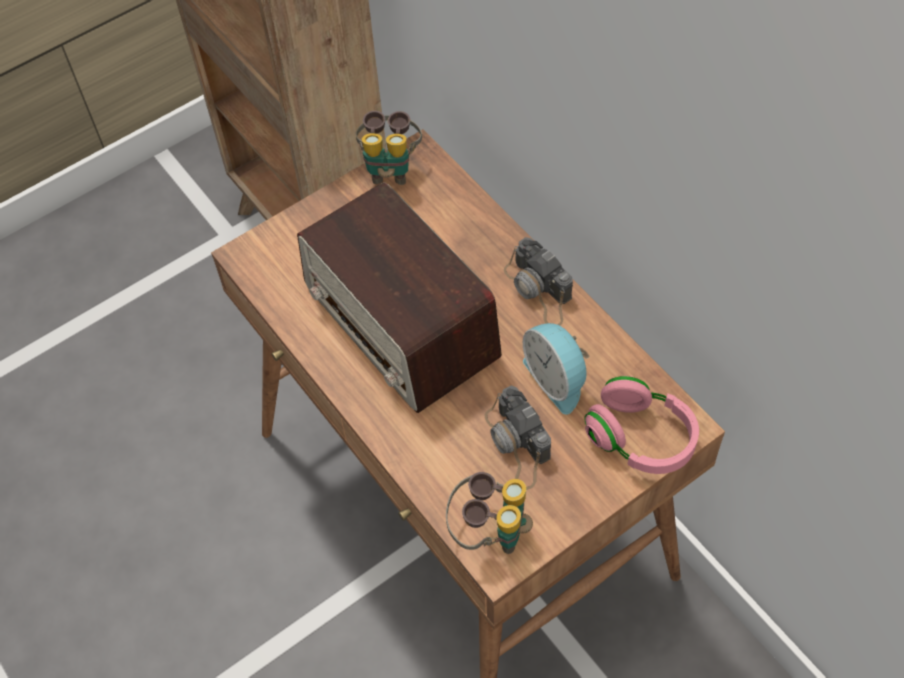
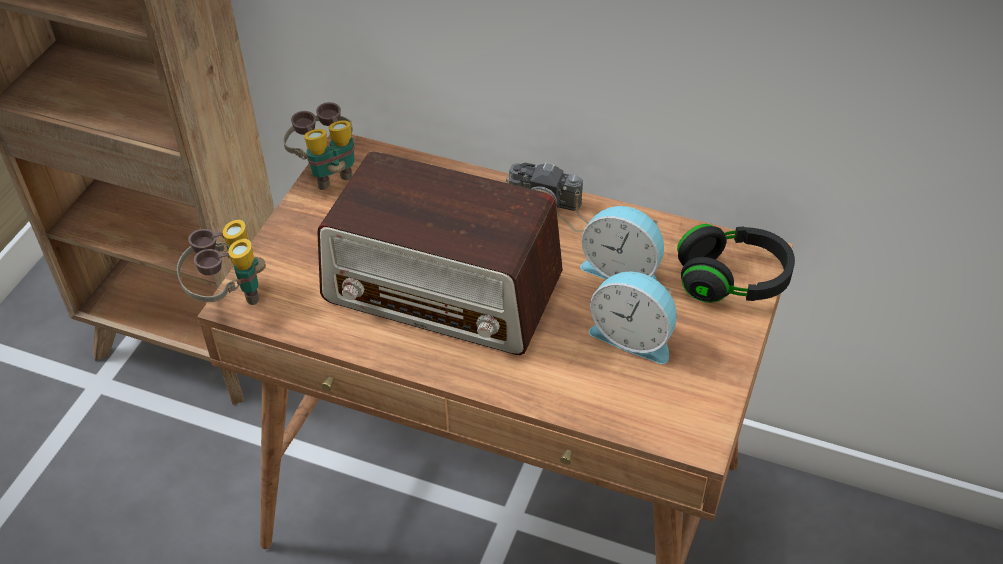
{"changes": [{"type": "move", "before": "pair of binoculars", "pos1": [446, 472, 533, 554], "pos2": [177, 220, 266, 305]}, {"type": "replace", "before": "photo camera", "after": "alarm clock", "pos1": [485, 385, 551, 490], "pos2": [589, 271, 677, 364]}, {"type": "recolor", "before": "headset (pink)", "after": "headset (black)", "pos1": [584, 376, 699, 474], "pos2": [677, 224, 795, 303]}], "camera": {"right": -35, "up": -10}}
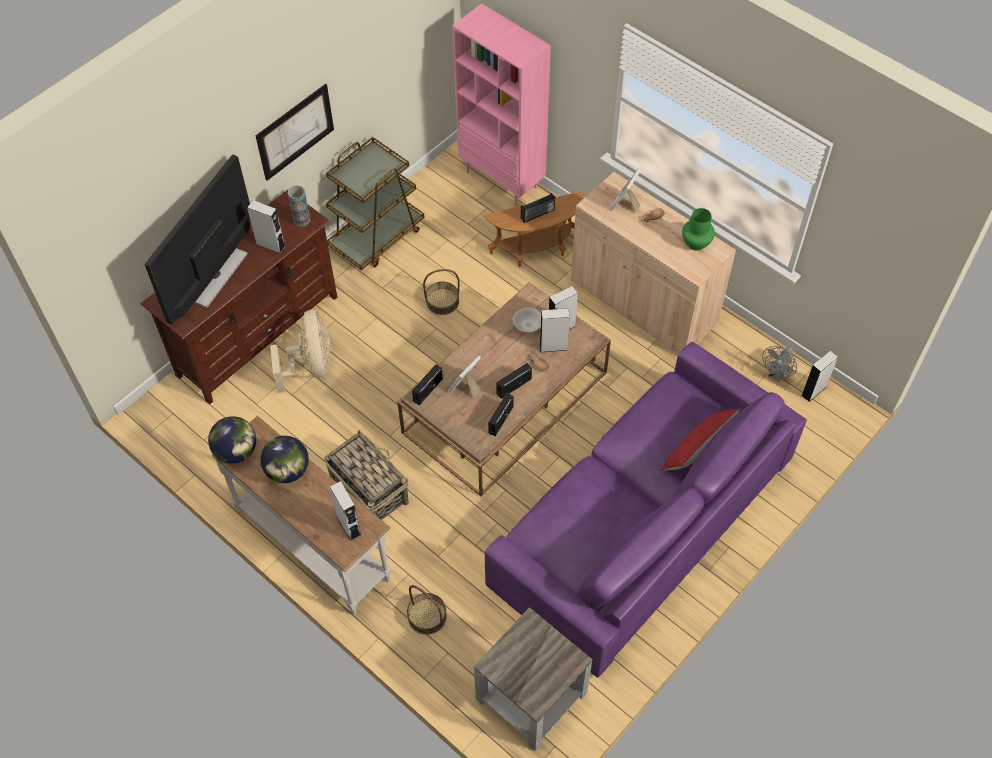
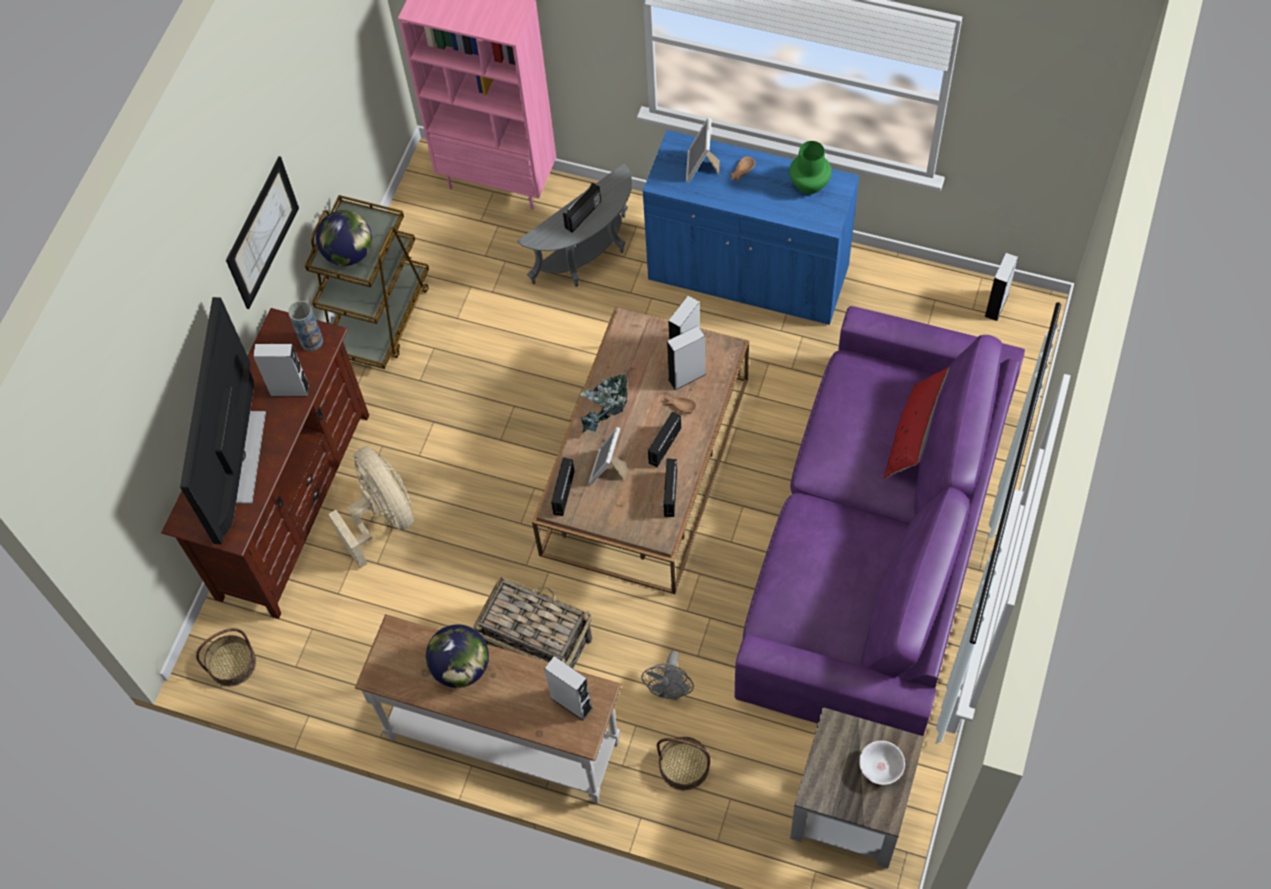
{"changes": [{"type": "move", "before": "basket", "pos1": [423, 269, 460, 315], "pos2": [196, 628, 256, 686]}, {"type": "move", "before": "world globe", "pos1": [208, 416, 256, 464], "pos2": [316, 210, 372, 266]}, {"type": "recolor", "before": "end table (brownish)", "after": "end table (gray)", "pos1": [484, 191, 585, 267], "pos2": [517, 163, 632, 287]}, {"type": "insert", "after": "plant in a pot", "pos2": [580, 375, 628, 433]}, {"type": "move", "before": "cooling fan (gray)", "pos1": [762, 346, 797, 382], "pos2": [641, 651, 694, 700]}, {"type": "recolor", "before": "storage cabinet (sand-coloured)", "after": "storage cabinet (blue-coloured)", "pos1": [571, 172, 736, 354], "pos2": [643, 130, 859, 325]}, {"type": "move", "before": "serving bowl (white-coloured)", "pos1": [513, 308, 541, 332], "pos2": [859, 741, 905, 785]}], "camera": {"right": -20, "up": 5}}
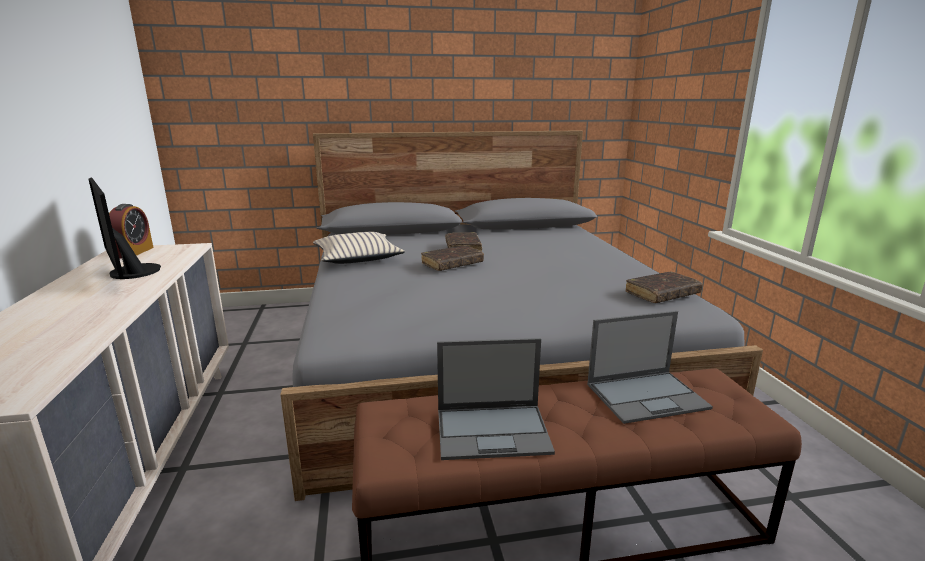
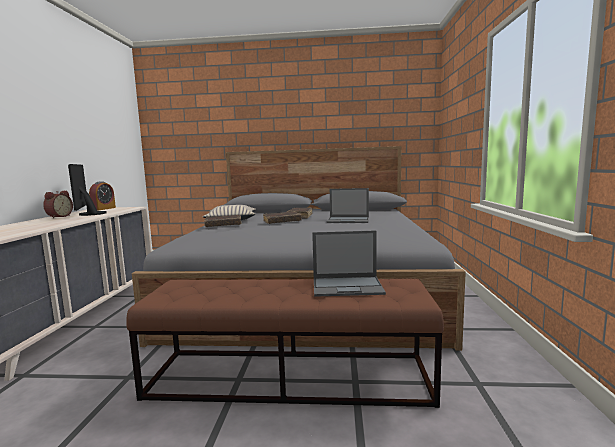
{"changes": [{"type": "insert", "after": "alarm clock", "pos2": [43, 191, 73, 218]}, {"type": "move", "before": "bound book (brownish)", "pos1": [625, 272, 703, 303], "pos2": [204, 215, 241, 227]}, {"type": "move", "before": "portable computer", "pos1": [437, 338, 555, 460], "pos2": [327, 188, 369, 223]}], "camera": {"right": 15, "up": -10}}
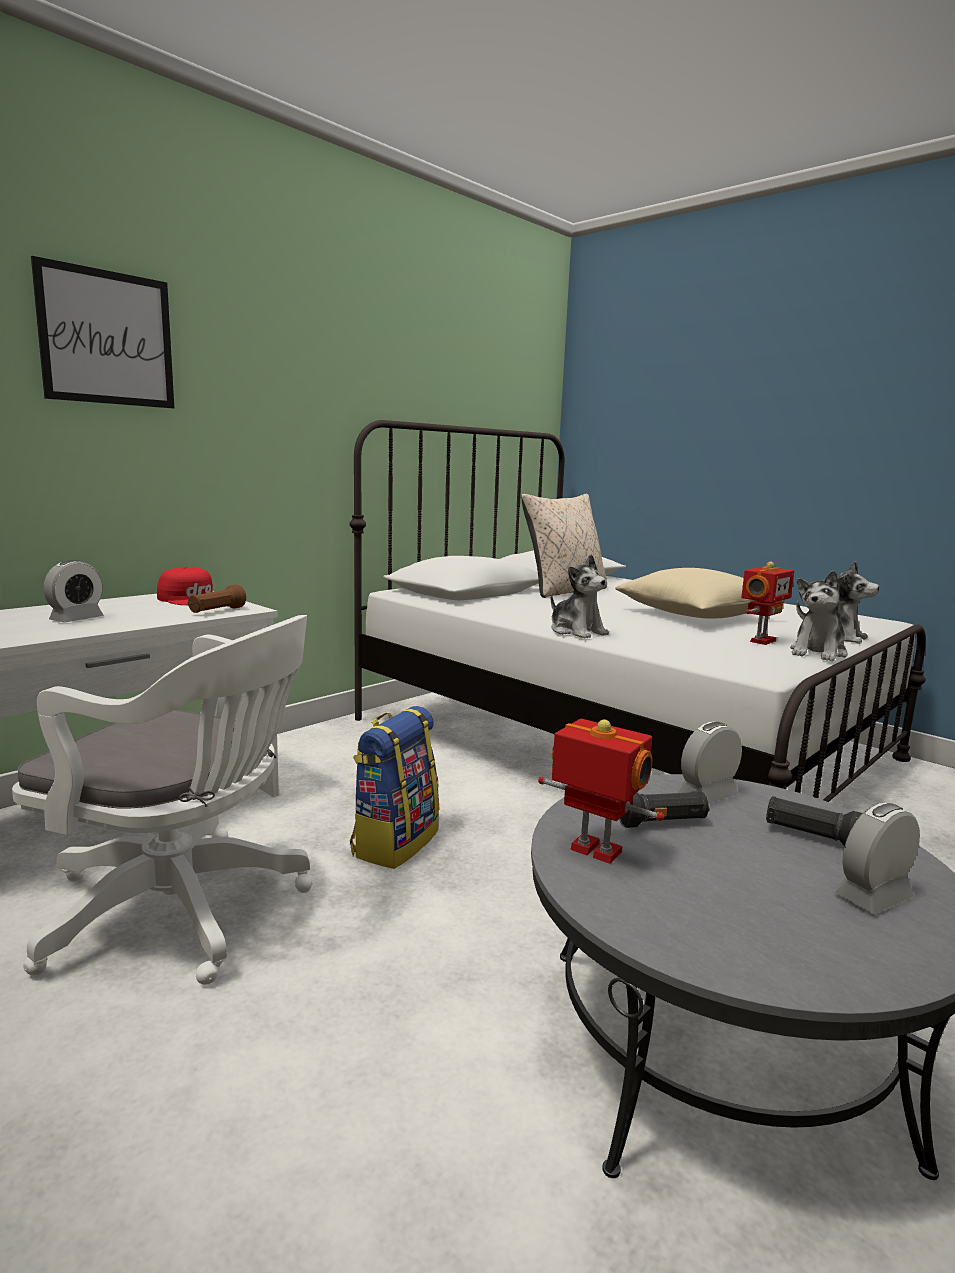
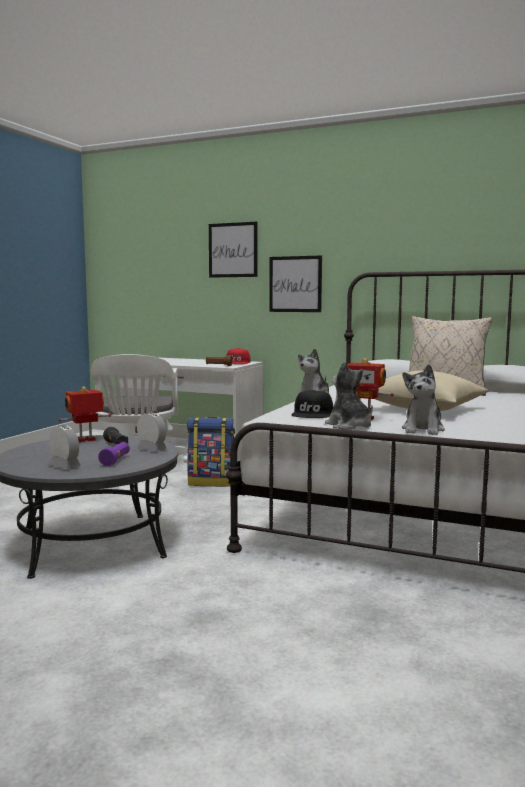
{"changes": [{"type": "rotate", "before": "model robot", "pos1": [538, 718, 664, 864], "pos2": [58, 386, 111, 442], "turn": -135}, {"type": "recolor", "before": "flashlight (black)", "after": "flashlight (purplish)", "pos1": [766, 796, 862, 846], "pos2": [98, 442, 130, 466]}, {"type": "insert", "after": "wall picture", "pos2": [269, 255, 322, 312]}, {"type": "insert", "after": "baseball cap (black)", "pos2": [291, 390, 333, 418]}, {"type": "rotate", "before": "plush toy", "pos1": [790, 571, 848, 661], "pos2": [325, 362, 373, 430], "turn": 45}, {"type": "delete", "before": "alarm clock", "pos1": [44, 560, 104, 622]}], "camera": {"right": 70, "up": -5}}
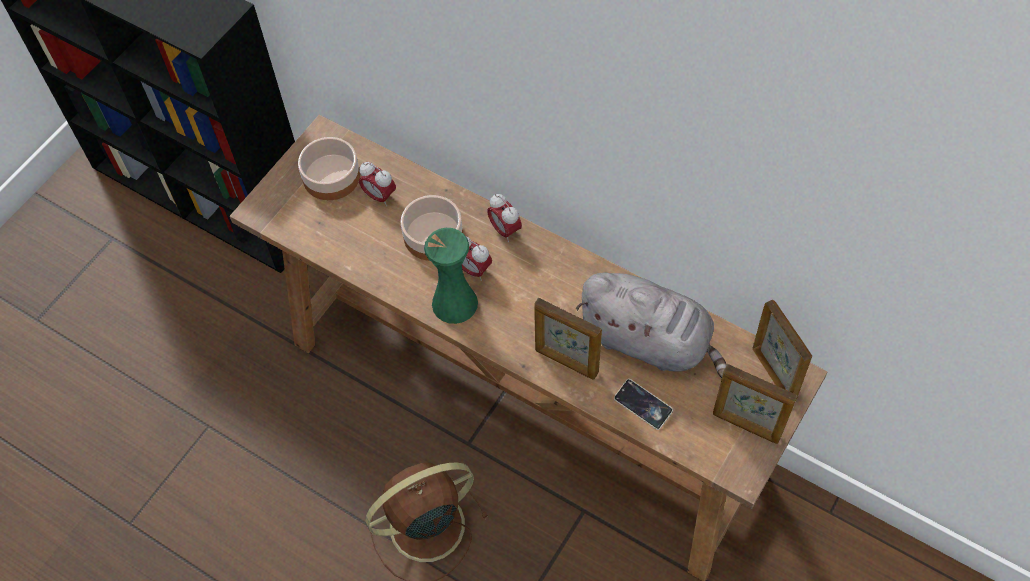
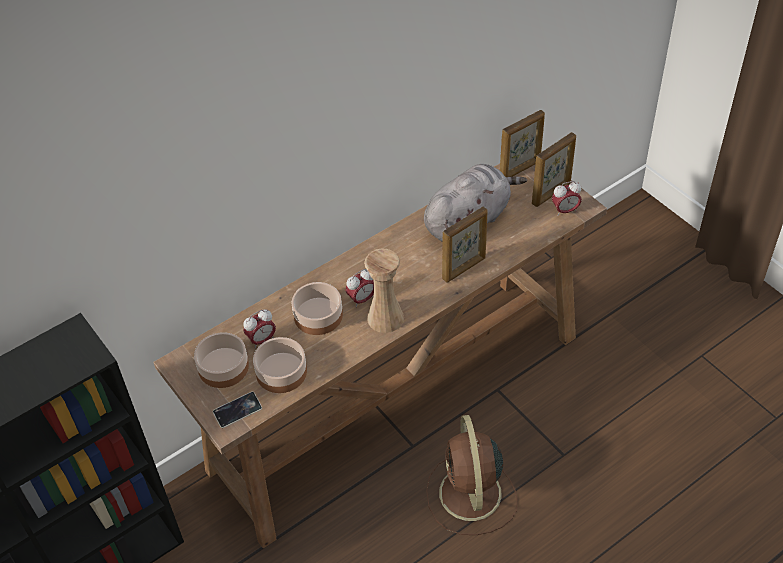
{"changes": [{"type": "move", "before": "phone", "pos1": [614, 379, 673, 430], "pos2": [213, 392, 262, 428]}, {"type": "insert", "after": "serving bowl", "pos2": [253, 337, 307, 393]}, {"type": "recolor", "before": "flower vase (green)", "after": "flower vase (sand-coloured)", "pos1": [424, 228, 478, 324], "pos2": [364, 249, 404, 333]}, {"type": "rotate", "before": "standing frame", "pos1": [752, 300, 812, 400], "pos2": [500, 110, 545, 177], "turn": 150}, {"type": "move", "before": "alarm clock", "pos1": [487, 194, 522, 242], "pos2": [552, 181, 582, 216]}], "camera": {"right": -70, "up": -10}}
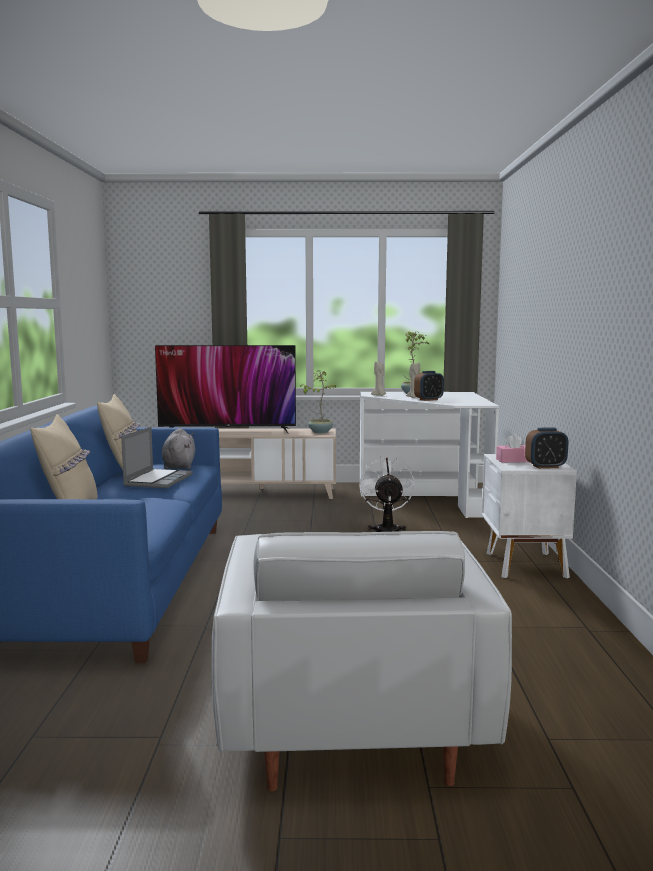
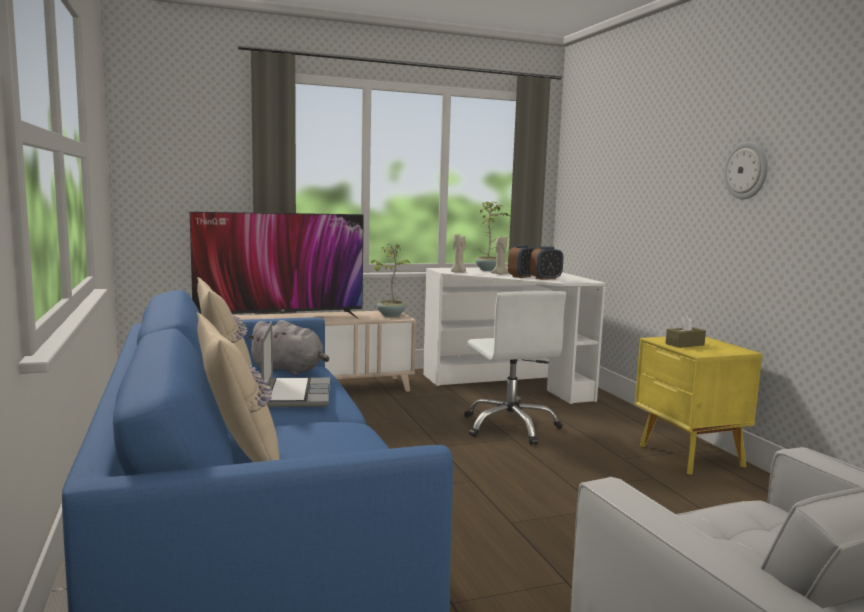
{"changes": [{"type": "rotate", "before": "plush toy (gray)", "pos1": [162, 428, 195, 469], "pos2": [246, 320, 329, 375], "turn": 135}, {"type": "replace", "before": "cooling fan (white-coloured)", "after": "computer chair (white-coloured)", "pos1": [360, 457, 415, 532], "pos2": [464, 291, 566, 445]}, {"type": "move", "before": "alarm clock", "pos1": [525, 427, 568, 469], "pos2": [530, 247, 563, 280]}, {"type": "recolor", "before": "night table (white-coloured)", "after": "night table (yellow)", "pos1": [482, 454, 577, 578], "pos2": [635, 337, 763, 475]}, {"type": "recolor", "before": "tissue box (pink)", "after": "tissue box (brownish)", "pos1": [496, 434, 528, 463], "pos2": [665, 315, 706, 348]}, {"type": "insert", "after": "wall clock", "pos2": [724, 141, 768, 199]}], "camera": {"right": -20, "up": 0}}
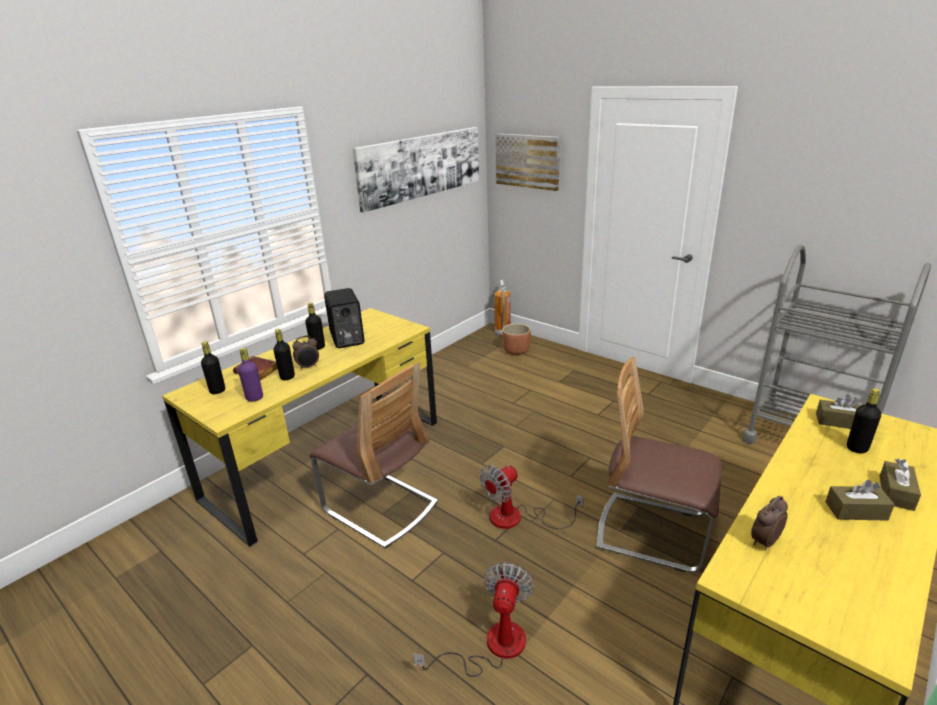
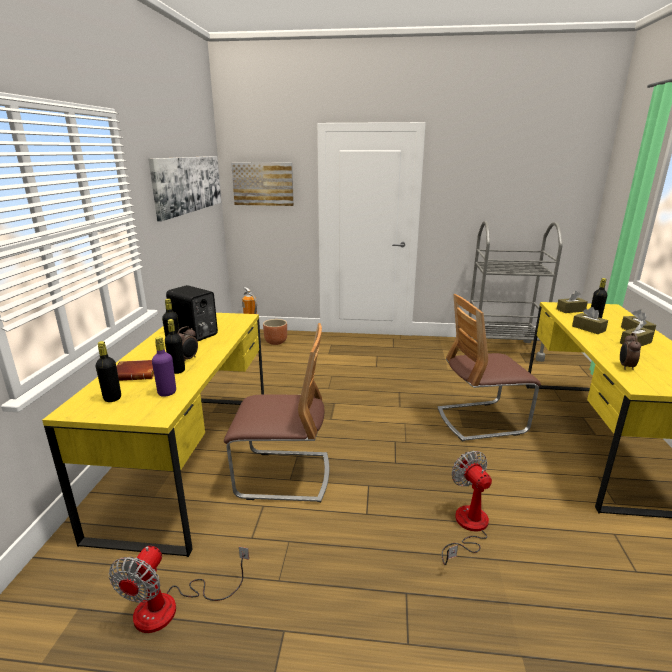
{"changes": [{"type": "move", "before": "cooling fan", "pos1": [480, 465, 584, 529], "pos2": [109, 546, 249, 633]}, {"type": "insert", "after": "tissue box (brownish)", "pos2": [572, 307, 608, 334]}], "camera": {"right": -35, "up": -5}}
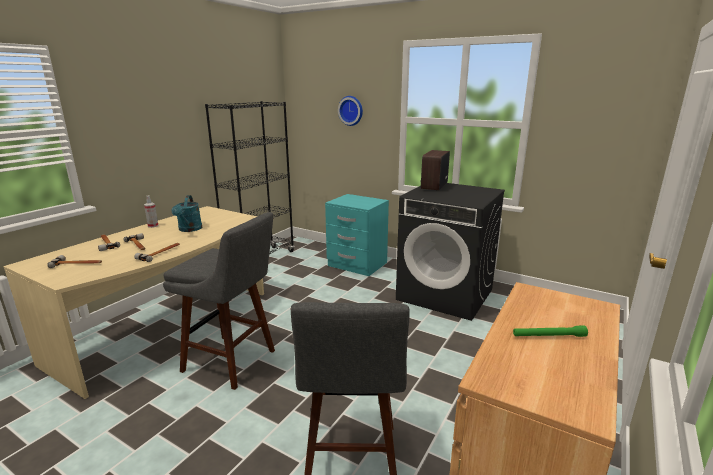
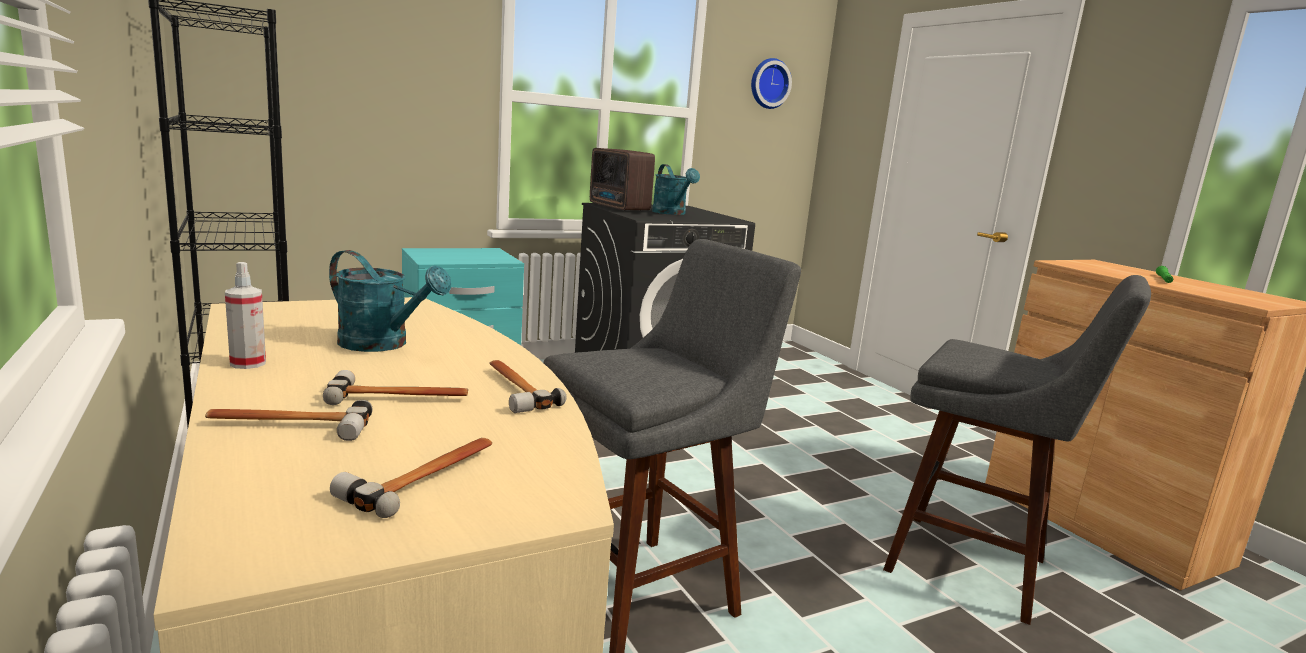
{"changes": [{"type": "insert", "after": "watering pot (turquoise)", "pos2": [652, 164, 700, 215]}, {"type": "move", "before": "wall clock", "pos1": [338, 96, 363, 126], "pos2": [751, 58, 792, 109]}], "camera": {"right": -60, "up": -5}}
